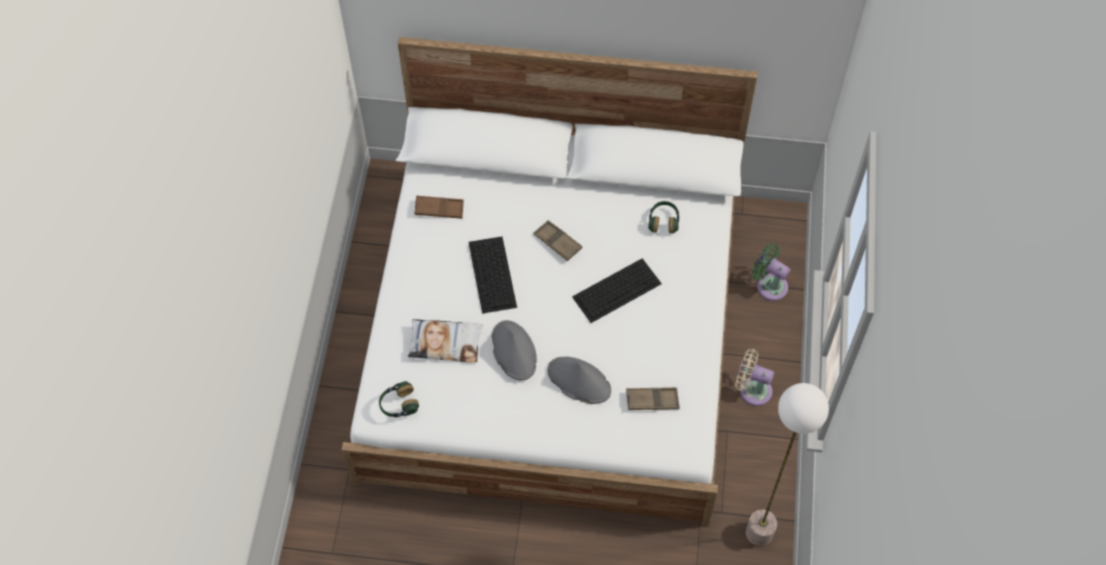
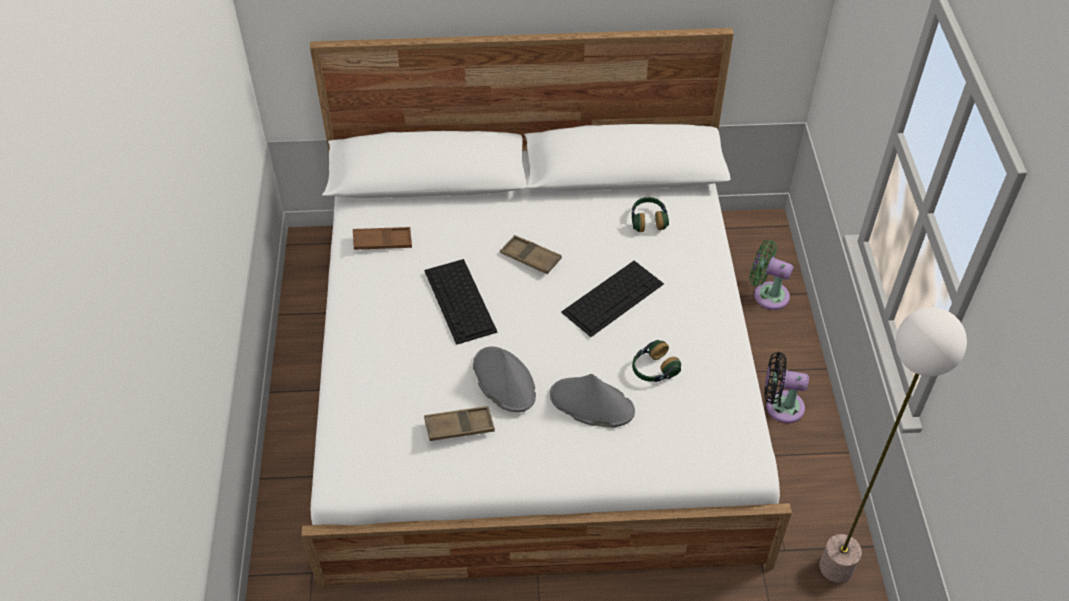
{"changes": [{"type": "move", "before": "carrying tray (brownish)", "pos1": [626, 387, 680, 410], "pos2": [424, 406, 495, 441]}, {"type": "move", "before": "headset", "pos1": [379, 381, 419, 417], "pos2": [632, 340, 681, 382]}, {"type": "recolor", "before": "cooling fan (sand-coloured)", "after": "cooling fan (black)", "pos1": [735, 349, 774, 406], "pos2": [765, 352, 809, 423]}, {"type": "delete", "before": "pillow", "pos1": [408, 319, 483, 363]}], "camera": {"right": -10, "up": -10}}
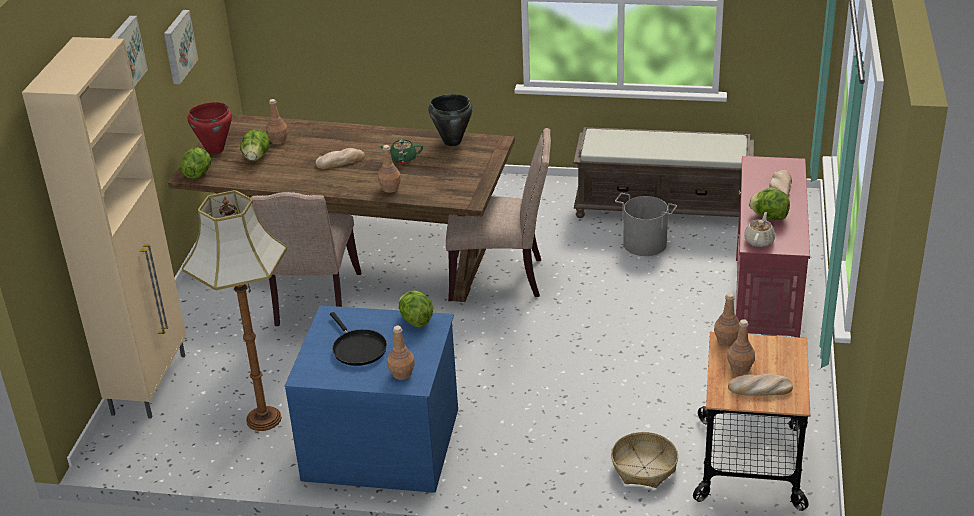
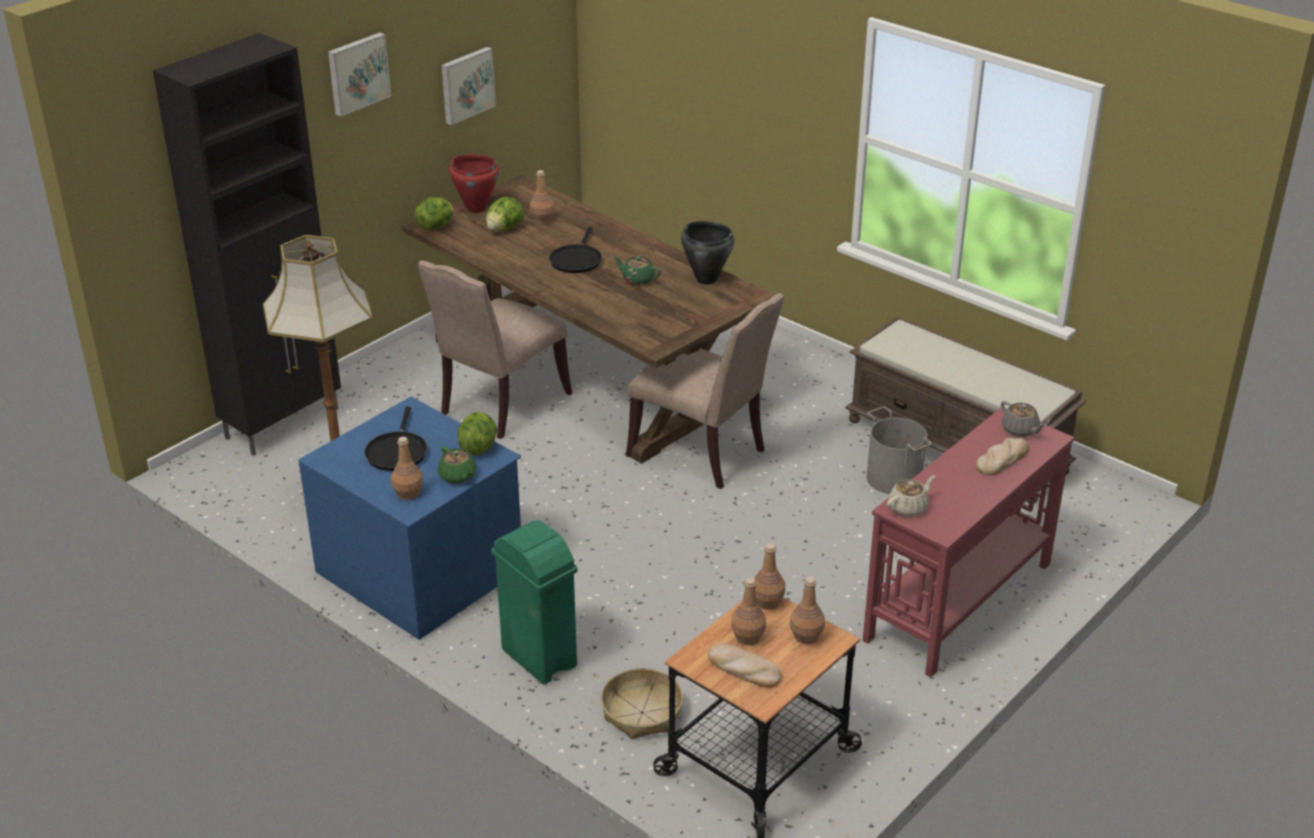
{"changes": [{"type": "recolor", "before": "storage cabinet (sand-coloured)", "after": "storage cabinet (black)", "pos1": [22, 37, 186, 419], "pos2": [153, 33, 341, 456]}, {"type": "insert", "after": "pot for tea (green)", "pos2": [438, 446, 476, 483]}, {"type": "insert", "after": "waste bin (green)", "pos2": [491, 520, 578, 684]}, {"type": "replace", "before": "bread", "after": "pan (black)", "pos1": [315, 148, 365, 169], "pos2": [549, 227, 602, 273]}, {"type": "move", "before": "drink bottle (brownish)", "pos1": [378, 145, 401, 193], "pos2": [790, 577, 825, 645]}, {"type": "insert", "after": "pot for tea (gray)", "pos2": [1001, 401, 1046, 437]}, {"type": "delete", "before": "lettuce head", "pos1": [749, 188, 790, 220]}], "camera": {"right": 30, "up": 0}}
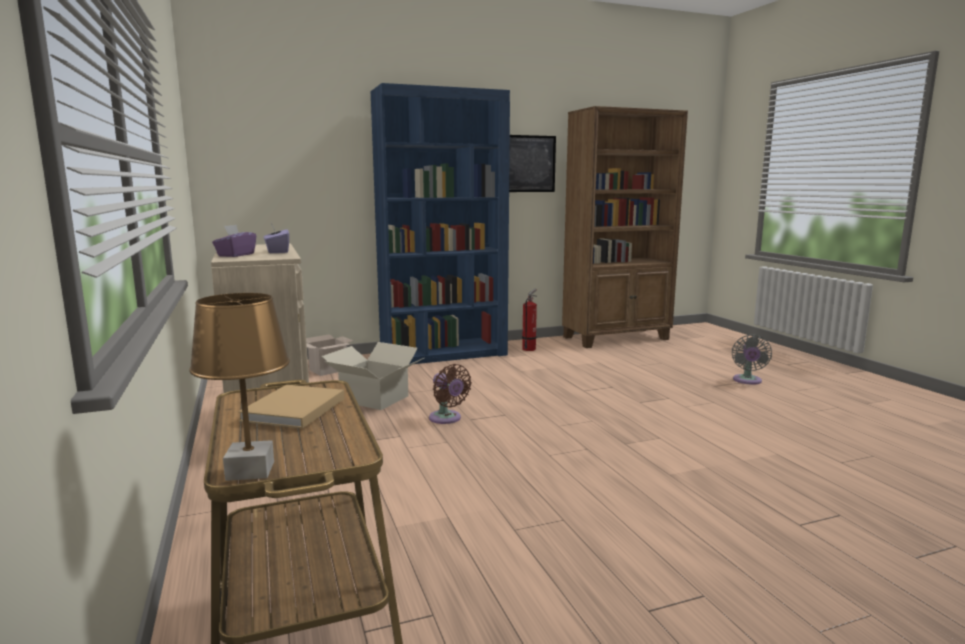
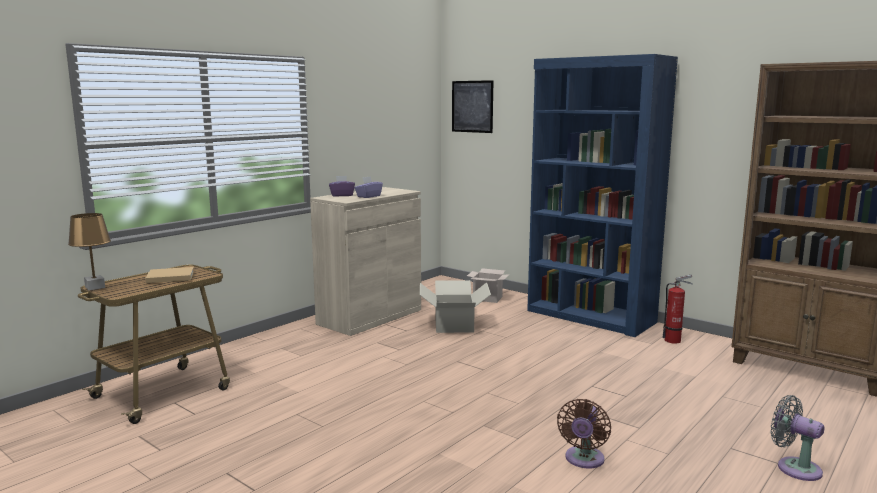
{"changes": [{"type": "move", "before": "wall picture", "pos1": [509, 135, 556, 192], "pos2": [452, 80, 493, 133]}, {"type": "move", "before": "cooling fan (brownish)", "pos1": [429, 364, 472, 424], "pos2": [557, 399, 611, 469]}, {"type": "rotate", "before": "cooling fan (gray)", "pos1": [732, 335, 772, 385], "pos2": [770, 395, 824, 481], "turn": 60}], "camera": {"right": 60, "up": 0}}
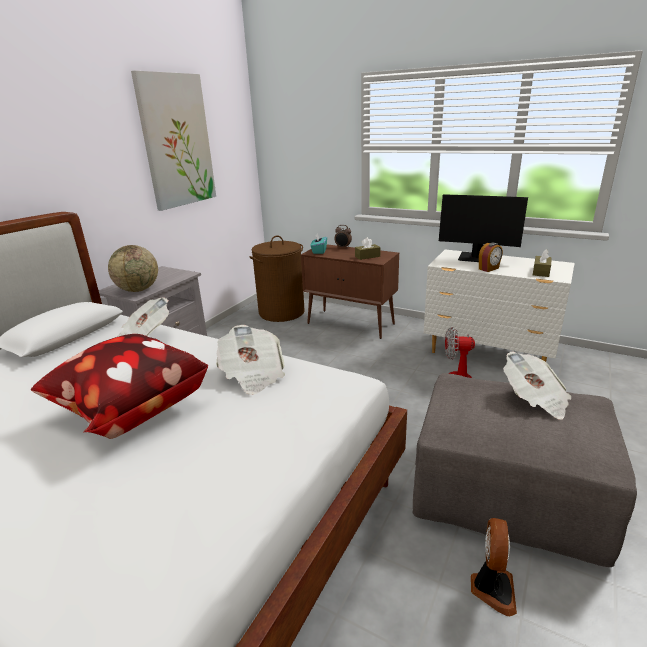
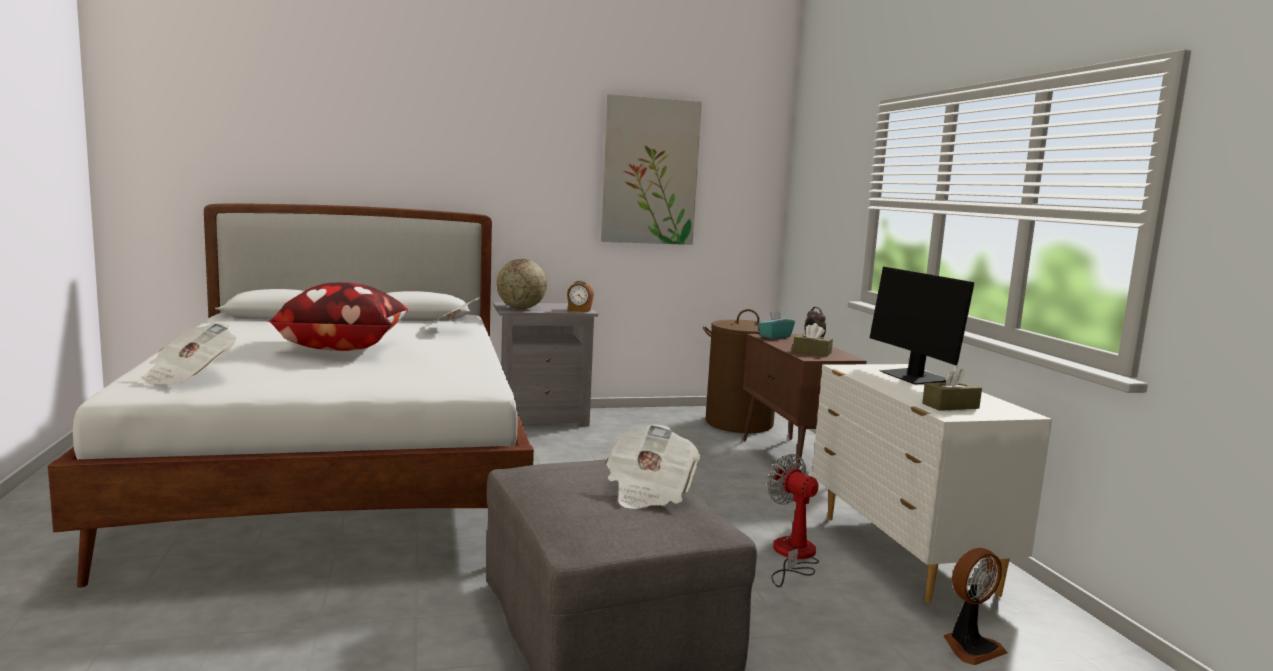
{"changes": [{"type": "move", "before": "newspaper", "pos1": [216, 325, 285, 395], "pos2": [138, 323, 236, 385]}, {"type": "move", "before": "alarm clock", "pos1": [479, 243, 503, 272], "pos2": [567, 281, 594, 312]}, {"type": "move", "before": "cooling fan", "pos1": [471, 518, 517, 616], "pos2": [943, 548, 1007, 665]}], "camera": {"right": 45, "up": -15}}
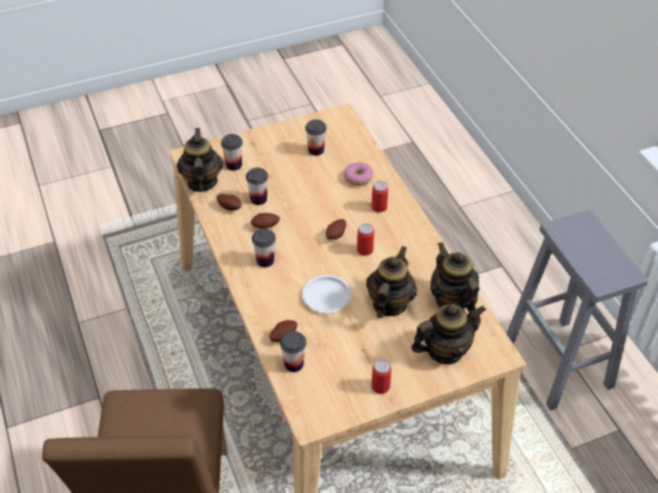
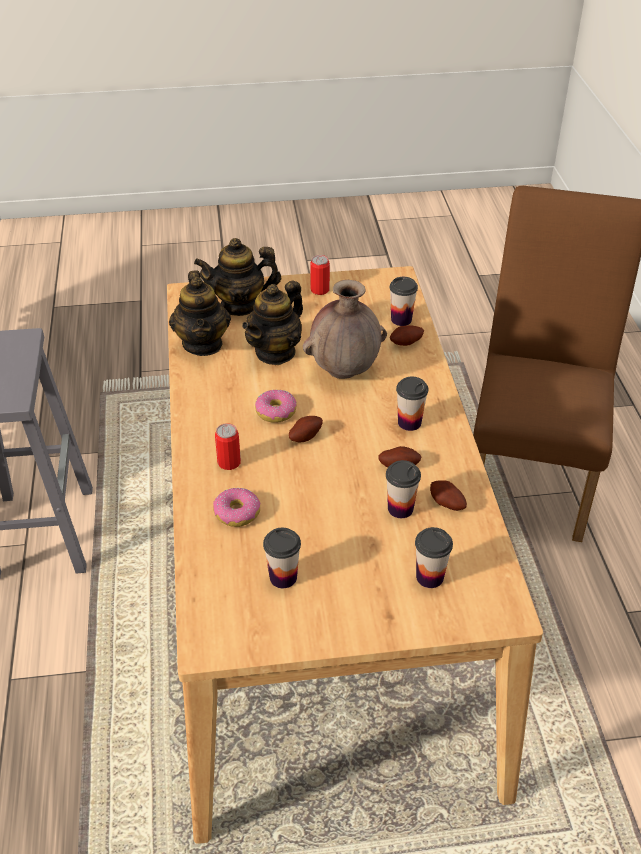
{"changes": [{"type": "replace", "before": "metal can", "after": "donut", "pos1": [357, 223, 374, 256], "pos2": [255, 390, 296, 423]}, {"type": "replace", "before": "flat dish (white-coloured)", "after": "flower vase (brownish)", "pos1": [302, 275, 351, 313], "pos2": [303, 280, 387, 379]}, {"type": "delete", "before": "pot for tea", "pos1": [177, 128, 223, 192]}], "camera": {"right": -165, "up": -5}}
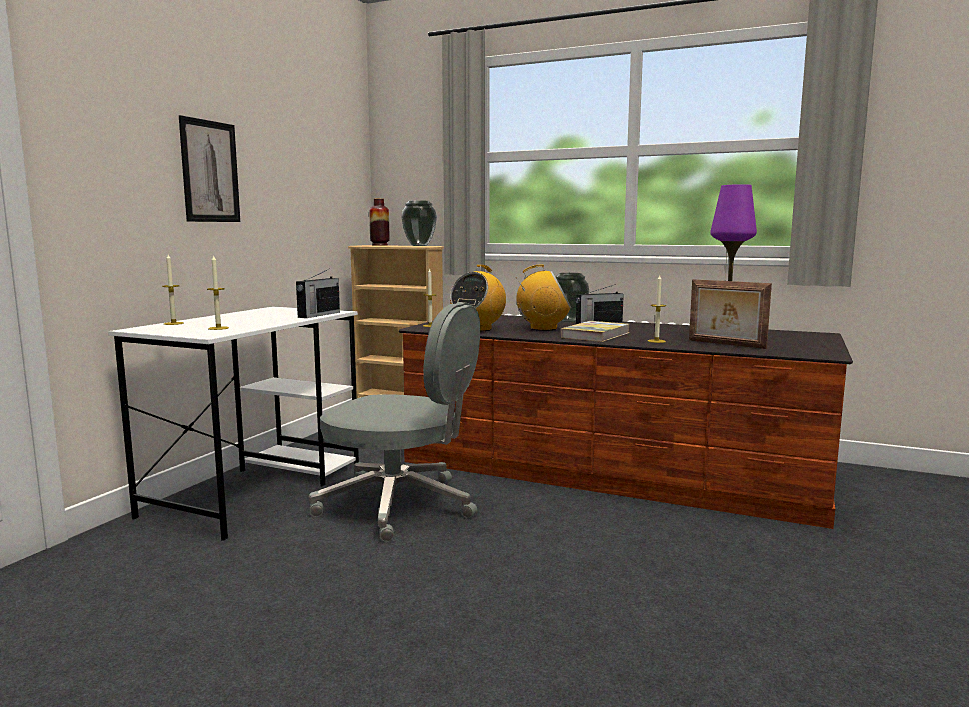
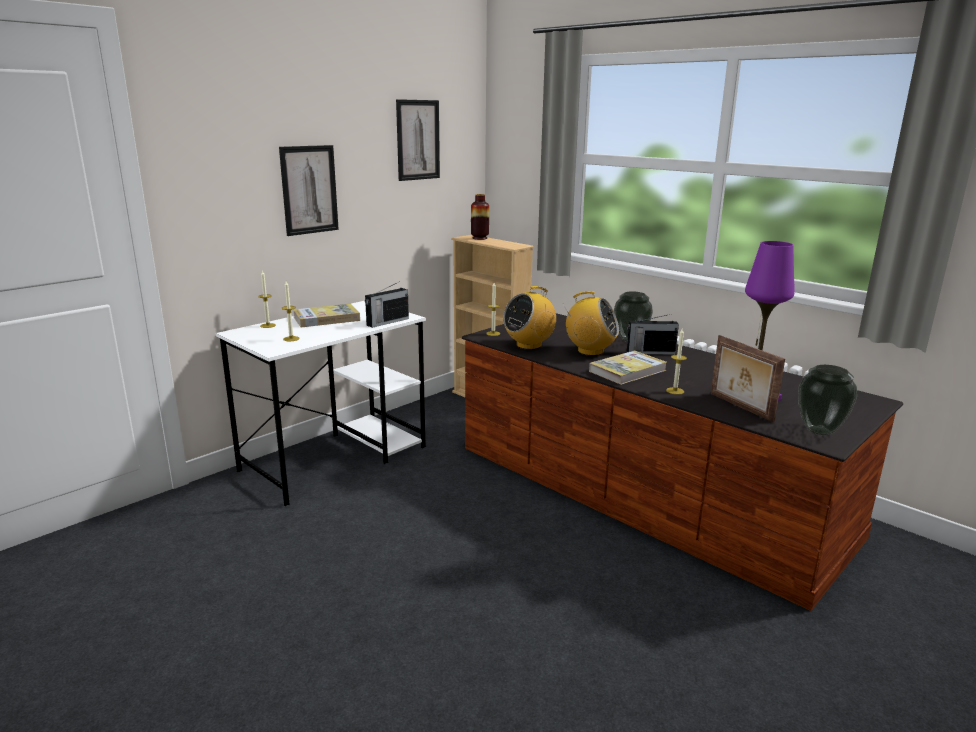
{"changes": [{"type": "insert", "after": "bound book", "pos2": [293, 304, 360, 327]}, {"type": "insert", "after": "wall picture", "pos2": [396, 99, 440, 181]}, {"type": "move", "before": "flower vase", "pos1": [401, 200, 437, 246], "pos2": [798, 365, 857, 435]}, {"type": "delete", "before": "computer chair (gray)", "pos1": [309, 302, 480, 542]}], "camera": {"right": 20, "up": 10}}
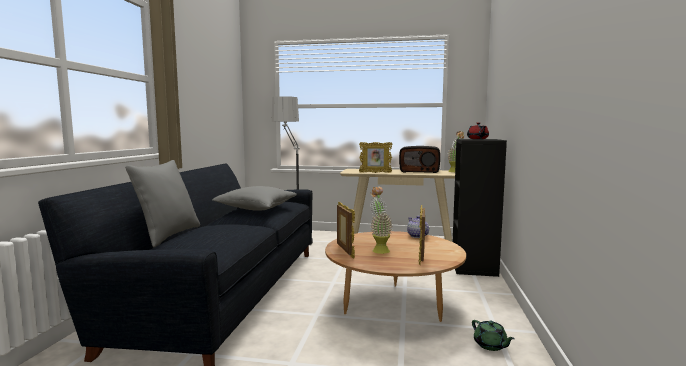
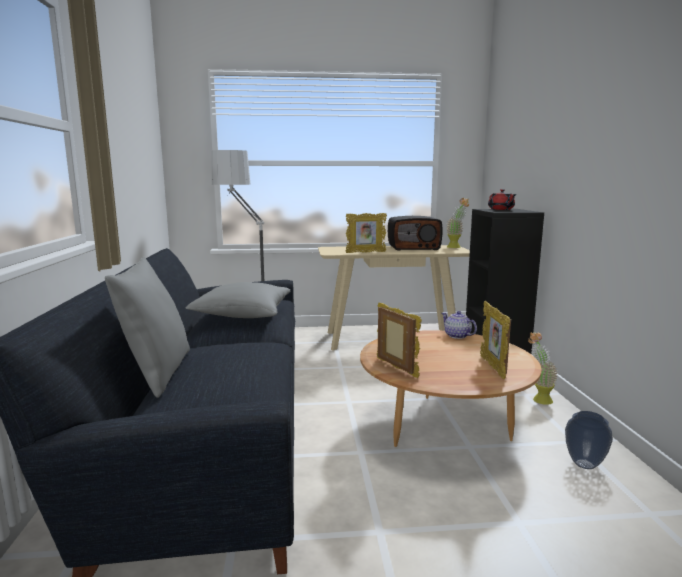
{"changes": [{"type": "move", "before": "plant in a pot", "pos1": [370, 187, 393, 254], "pos2": [528, 332, 558, 405]}, {"type": "replace", "before": "pot for tea (green)", "after": "flower vase", "pos1": [472, 320, 515, 351], "pos2": [565, 411, 613, 469]}], "camera": {"right": -15, "up": 5}}
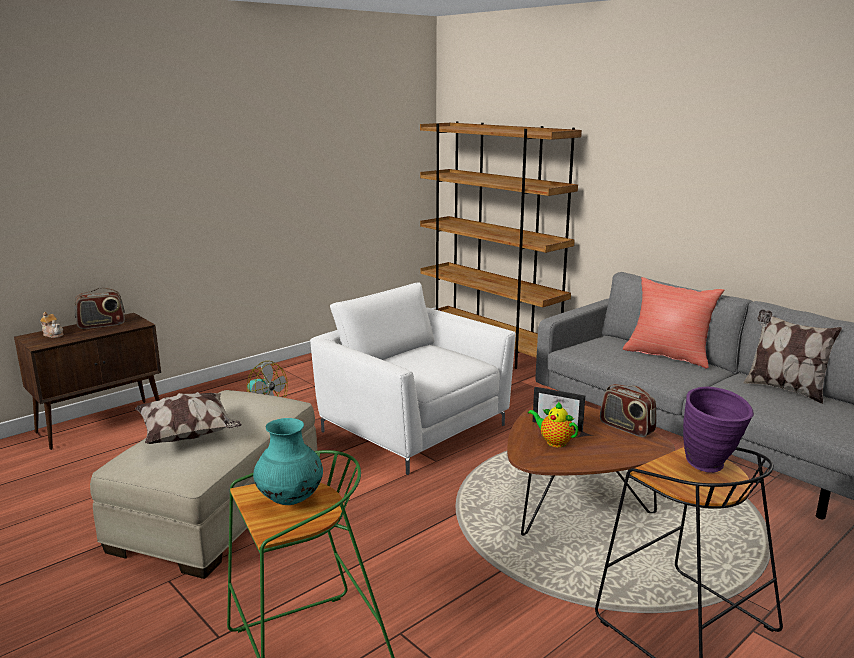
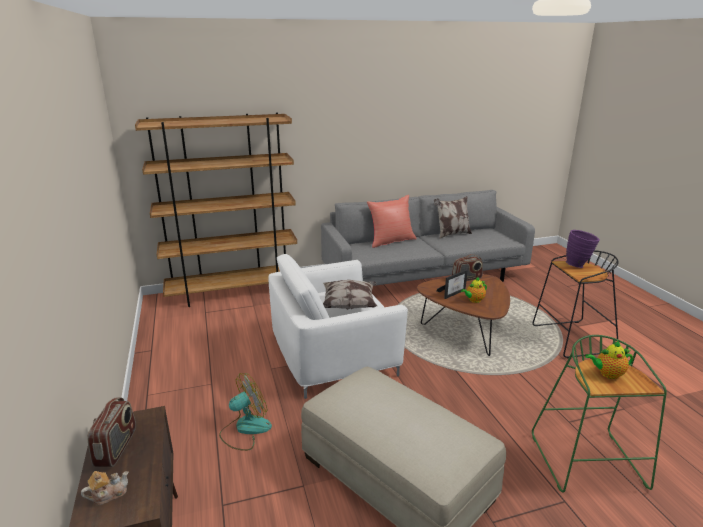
{"changes": [{"type": "move", "before": "pillow", "pos1": [135, 392, 242, 444], "pos2": [323, 280, 377, 310]}, {"type": "replace", "before": "flower vase (turquoise)", "after": "pot for tea", "pos1": [253, 418, 323, 505], "pos2": [585, 341, 633, 379]}], "camera": {"right": -65, "up": 5}}
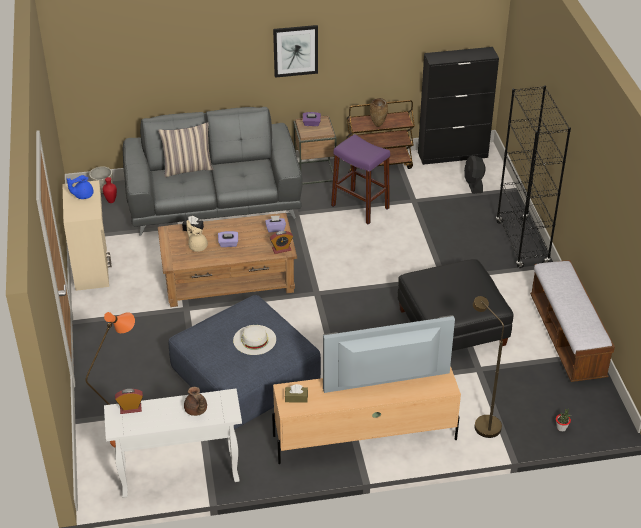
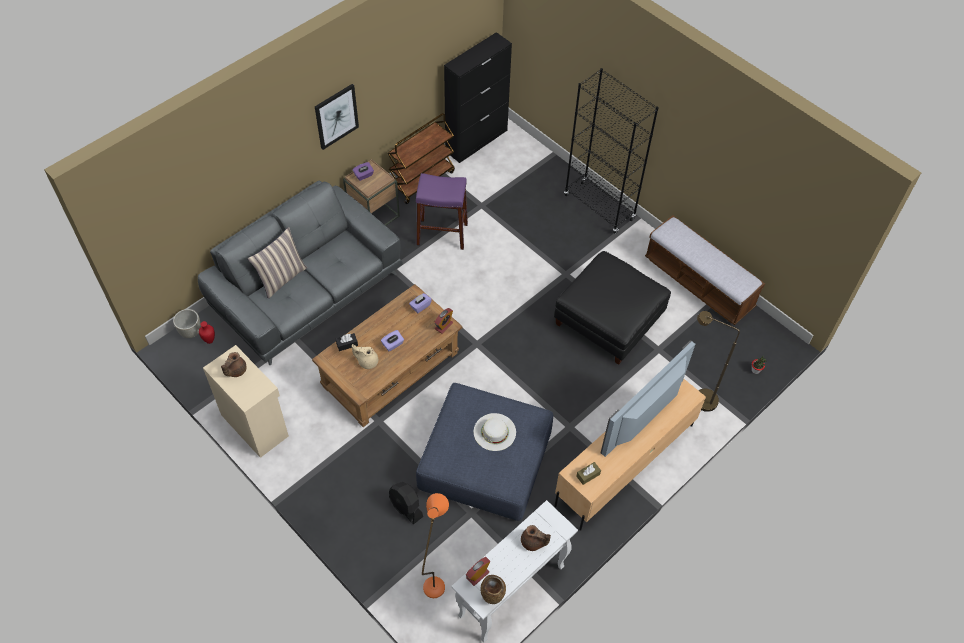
{"changes": [{"type": "recolor", "before": "pot for tea (blue-coloured)", "after": "pot for tea (brownish)", "pos1": [67, 175, 93, 199], "pos2": [221, 352, 246, 377]}, {"type": "move", "before": "cooling fan (black)", "pos1": [464, 156, 485, 194], "pos2": [389, 482, 423, 524]}, {"type": "move", "before": "flower vase (brownish)", "pos1": [370, 98, 388, 127], "pos2": [480, 575, 506, 604]}], "camera": {"right": -35, "up": 15}}
